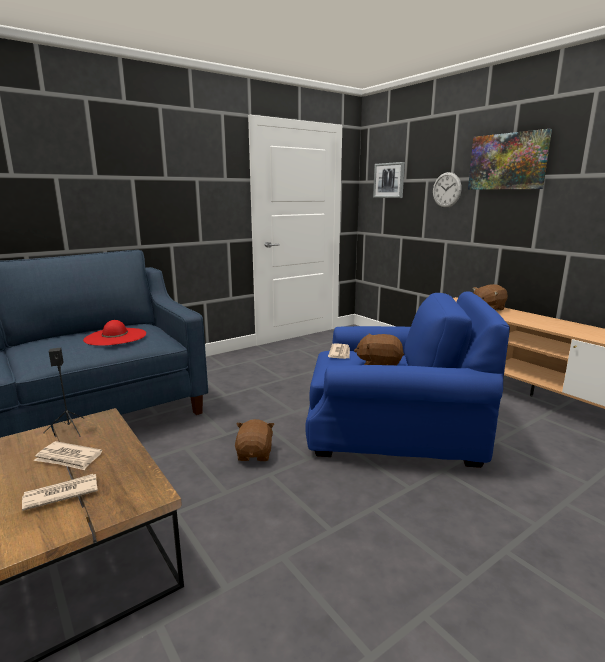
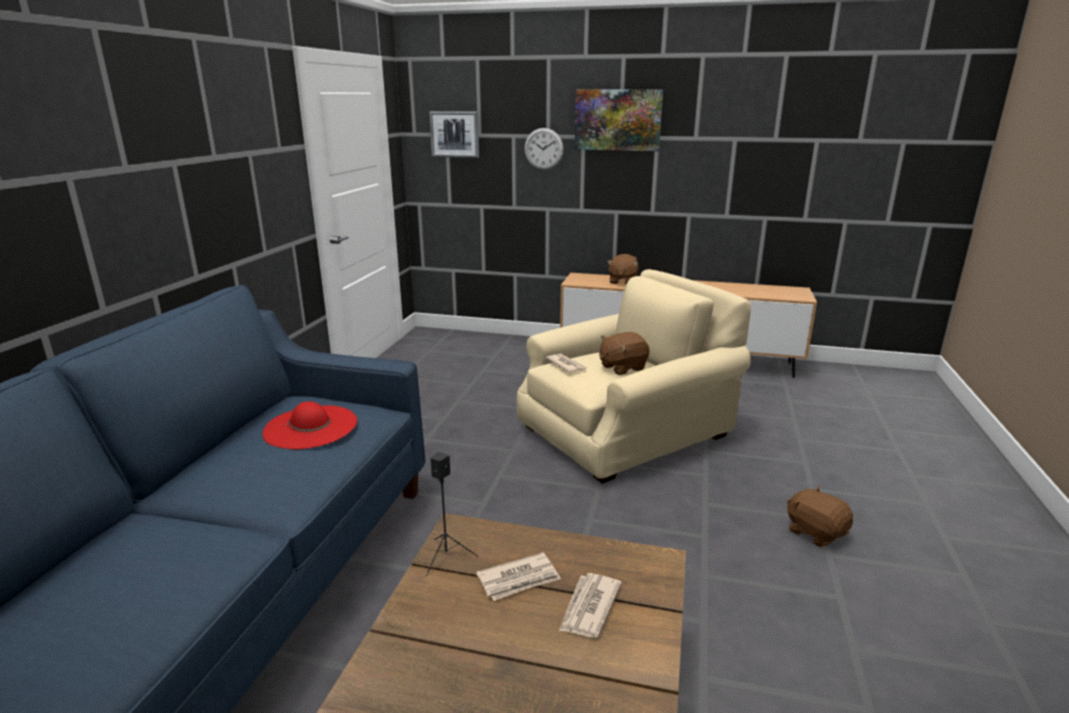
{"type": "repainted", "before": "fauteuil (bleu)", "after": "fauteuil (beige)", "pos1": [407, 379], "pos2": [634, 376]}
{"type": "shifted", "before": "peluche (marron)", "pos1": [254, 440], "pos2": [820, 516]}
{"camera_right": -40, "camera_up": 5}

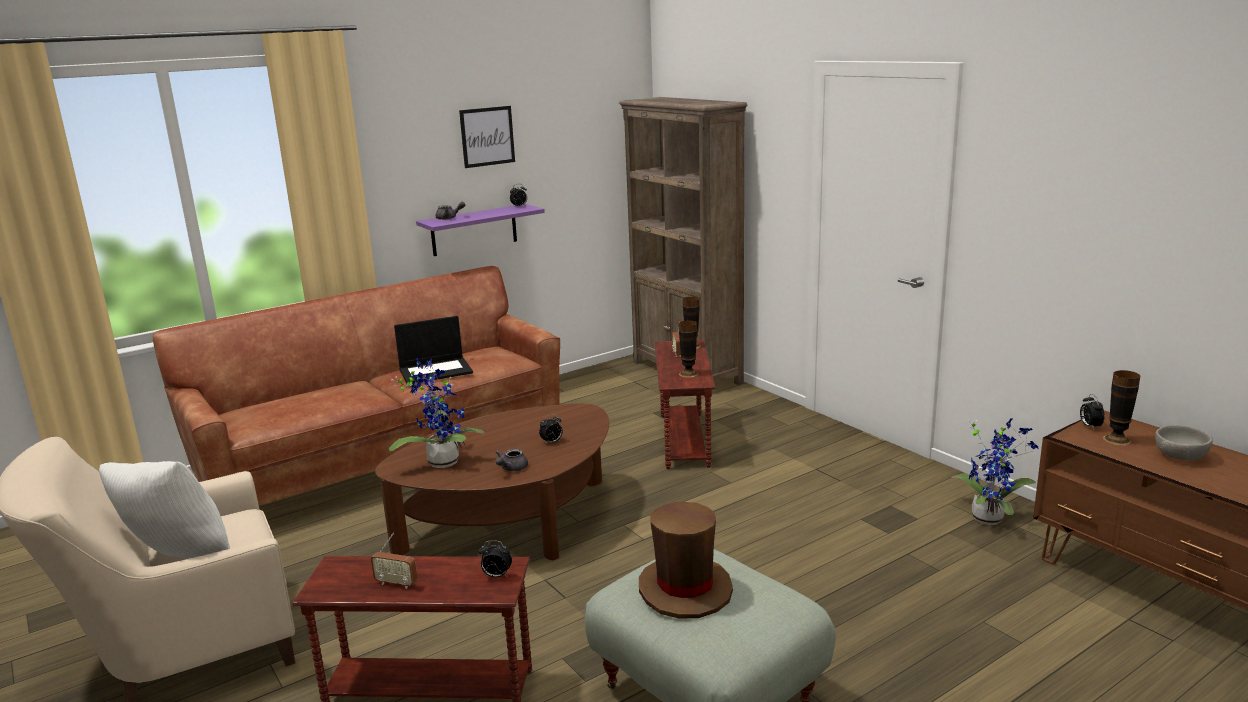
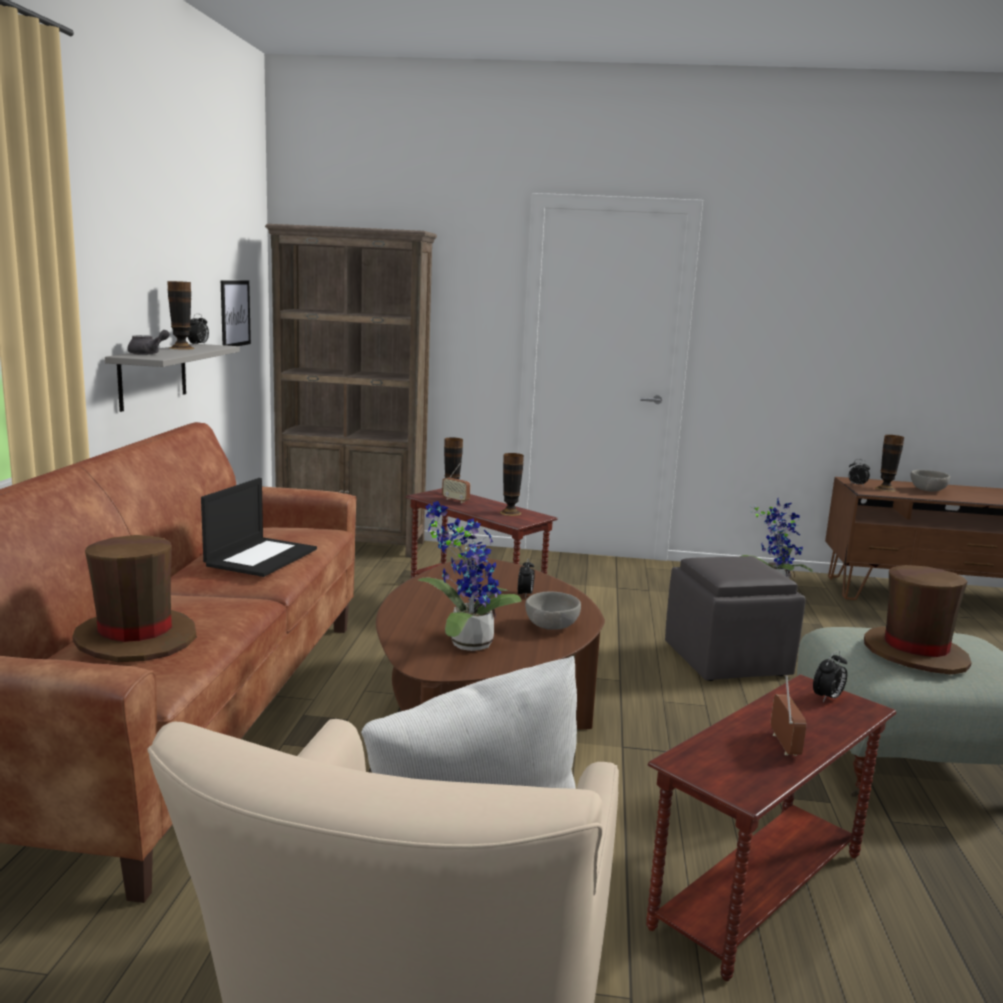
{"type": "shifted", "before": "tableau", "pos1": [487, 137], "pos2": [236, 313]}
{"type": "repainted", "before": "étagère (violet)", "after": "étagère (gris)", "pos1": [480, 230], "pos2": [172, 377]}
{"type": "swapped", "before": "théière (gris)", "after": "bol (gris)", "pos1": [511, 460], "pos2": [553, 611]}
{"type": "rotated", "before": "radio", "pos1": [394, 561], "pos2": [788, 715], "turn": -60}
{"type": "new", "after": "vase", "pos2": [181, 315]}
{"type": "new", "after": "chapeau (marron)", "pos2": [134, 598]}
{"type": "new", "after": "pouf (gris)", "pos2": [735, 618]}
{"camera_right": -50, "camera_up": -5}

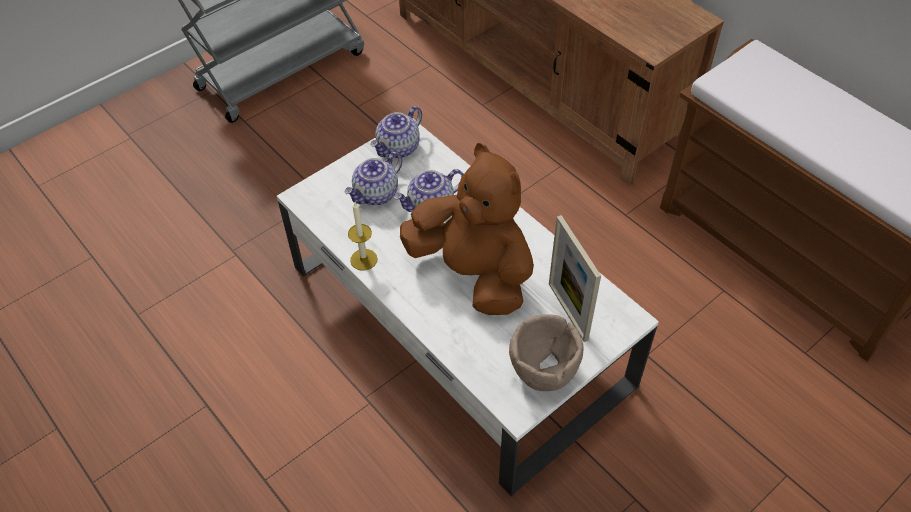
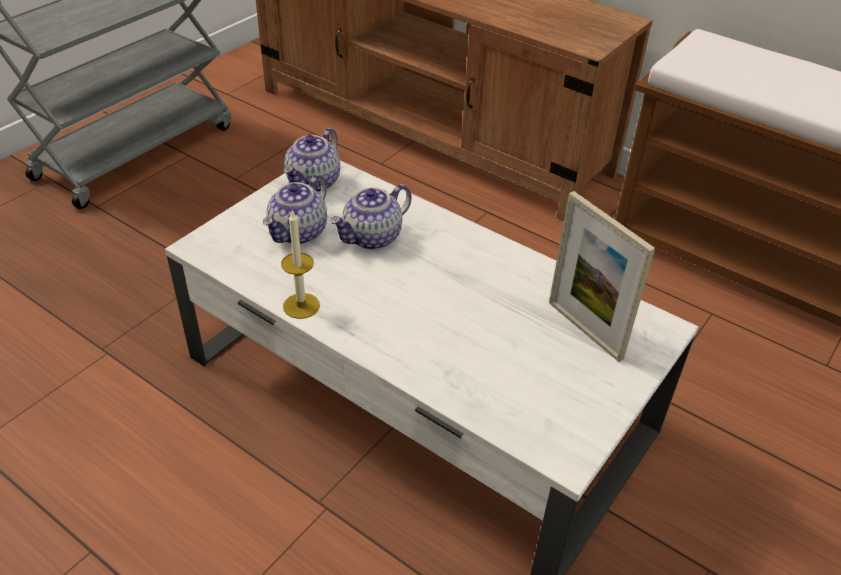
{"type": "gone", "before": "peluche (marron)", "pos1": [467, 229]}
{"type": "gone", "before": "bol (marron)", "pos1": [546, 352]}
{"camera_right": -15, "camera_up": -10}

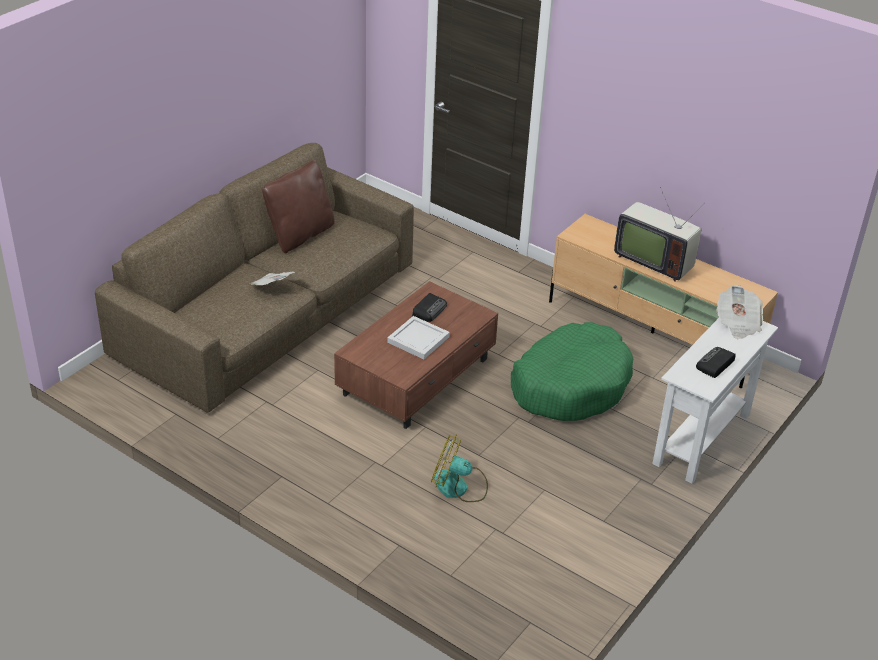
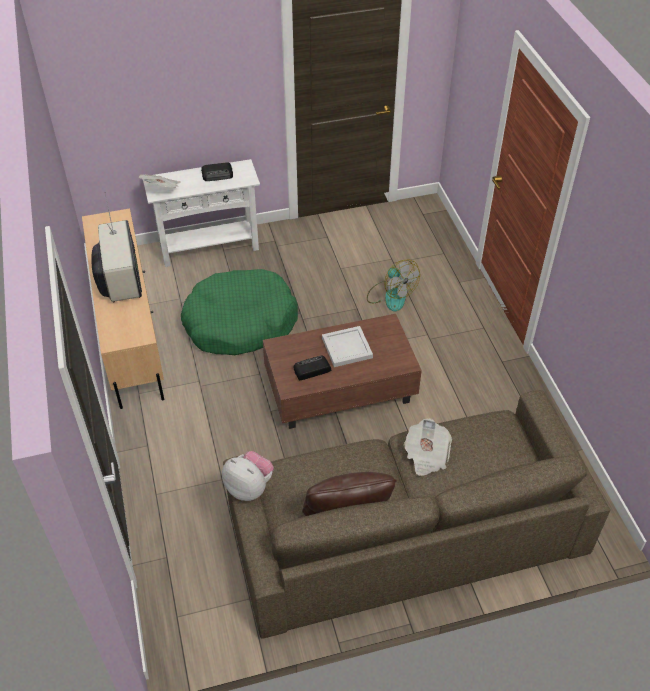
{"type": "new", "after": "peluche", "pos2": [248, 476]}
{"camera_right": -140, "camera_up": 10}

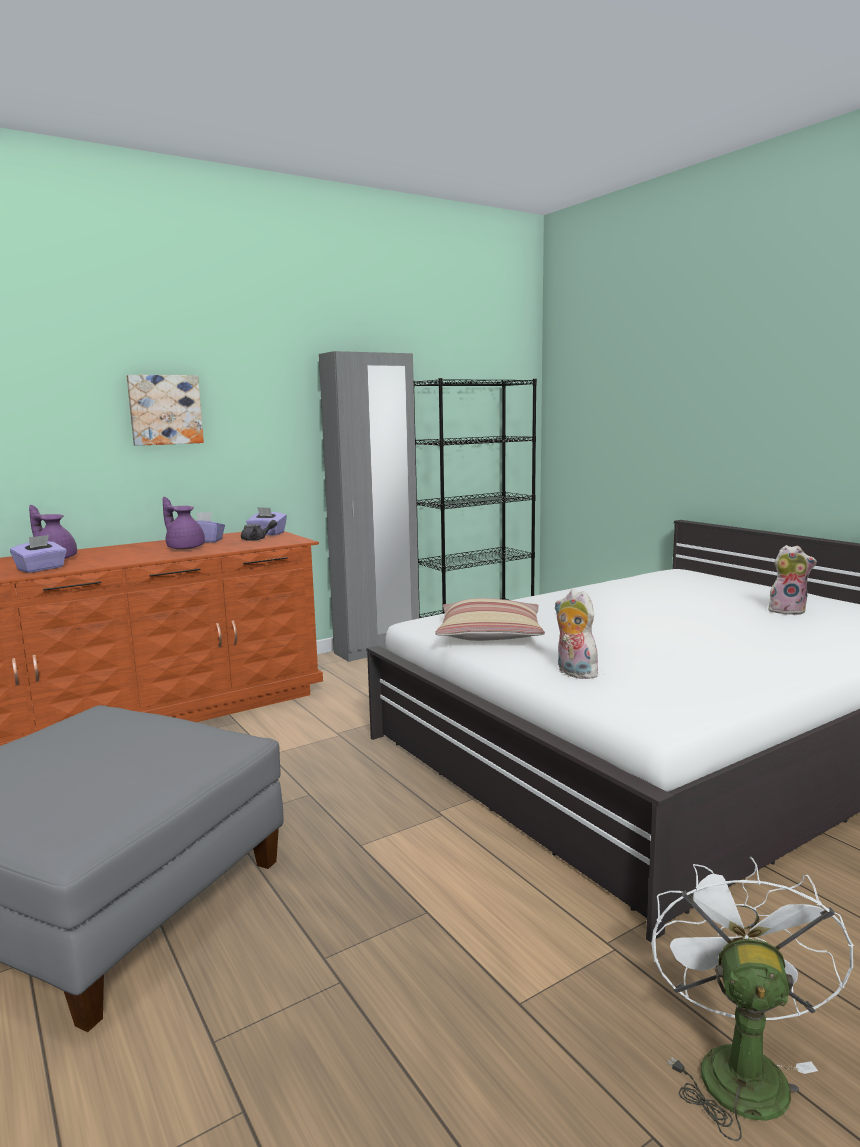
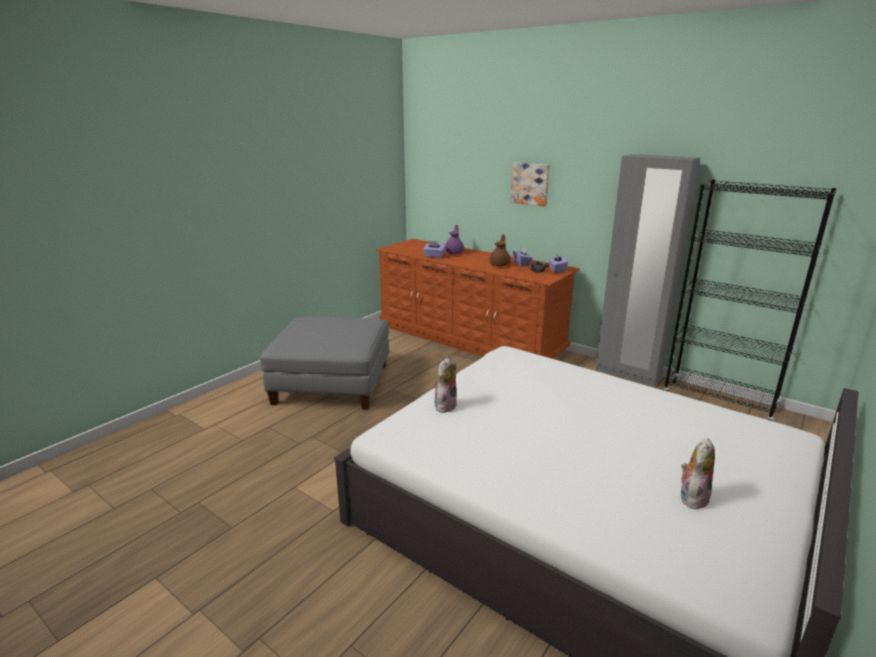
{"type": "repainted", "before": "théière (violet)", "after": "théière (marron)", "pos1": [184, 523], "pos2": [500, 250]}
{"type": "rotated", "before": "peluche", "pos1": [792, 580], "pos2": [698, 473], "turn": -135}
{"type": "gone", "before": "coussin", "pos1": [490, 619]}
{"type": "gone", "before": "ventilateur (blanc)", "pos1": [752, 998]}
{"camera_right": 70, "camera_up": 10}

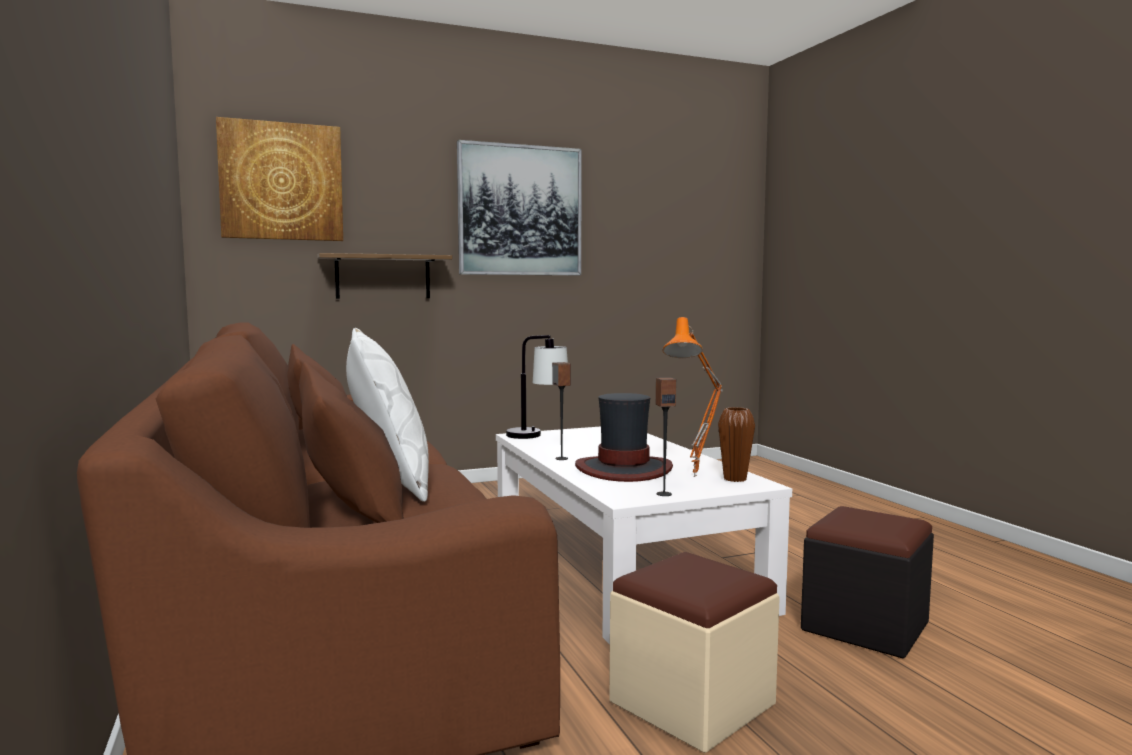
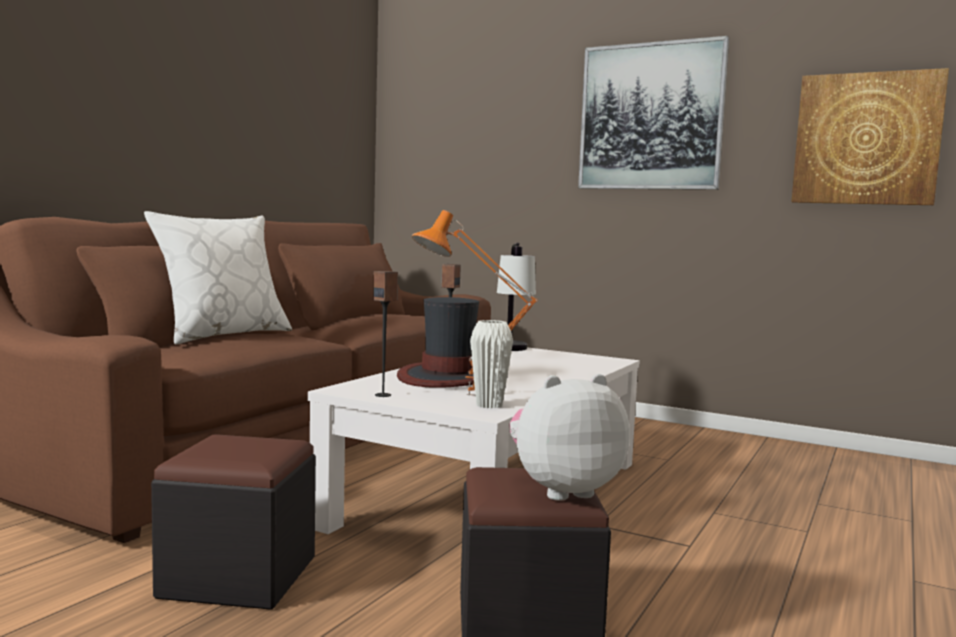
{"type": "shifted", "before": "tableau", "pos1": [279, 179], "pos2": [870, 136]}
{"type": "gone", "before": "étagère", "pos1": [384, 276]}
{"type": "repainted", "before": "vase (marron)", "after": "vase (blanc)", "pos1": [736, 444], "pos2": [491, 364]}
{"type": "repainted", "before": "pouf (beige)", "after": "pouf (noir)", "pos1": [694, 652], "pos2": [233, 522]}
{"type": "new", "after": "peluche", "pos2": [569, 437]}
{"camera_right": 50, "camera_up": 0}

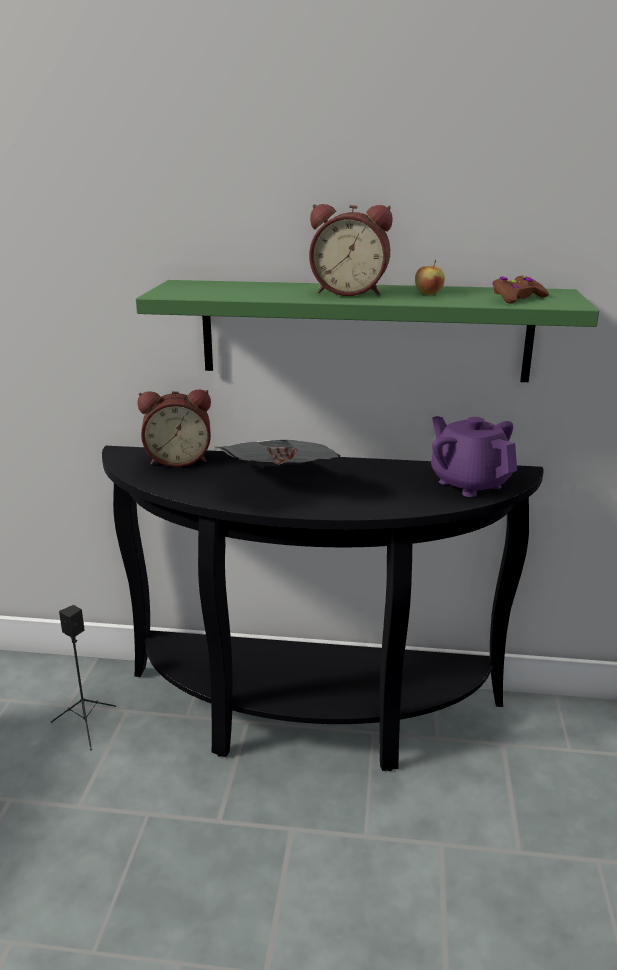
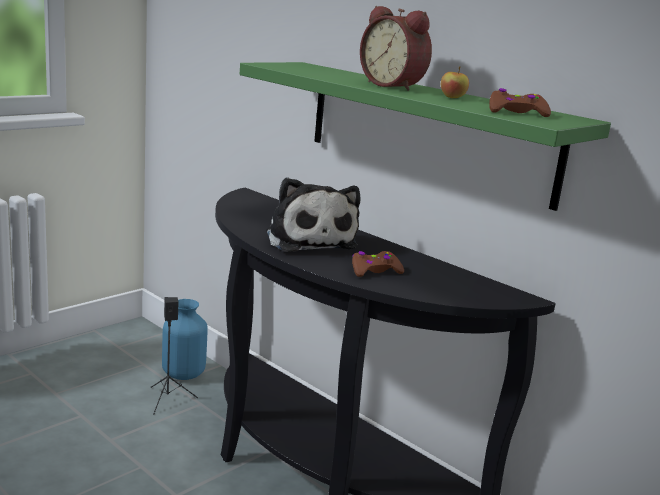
{"type": "gone", "before": "réveil", "pos1": [174, 428]}
{"type": "gone", "before": "théière (violet)", "pos1": [474, 456]}
{"type": "swapped", "before": "journal", "after": "peluche", "pos1": [278, 452], "pos2": [313, 214]}
{"type": "new", "after": "manette (marron)", "pos2": [378, 264]}
{"type": "new", "after": "vase (bleu)", "pos2": [185, 339]}
{"camera_right": 35, "camera_up": -5}

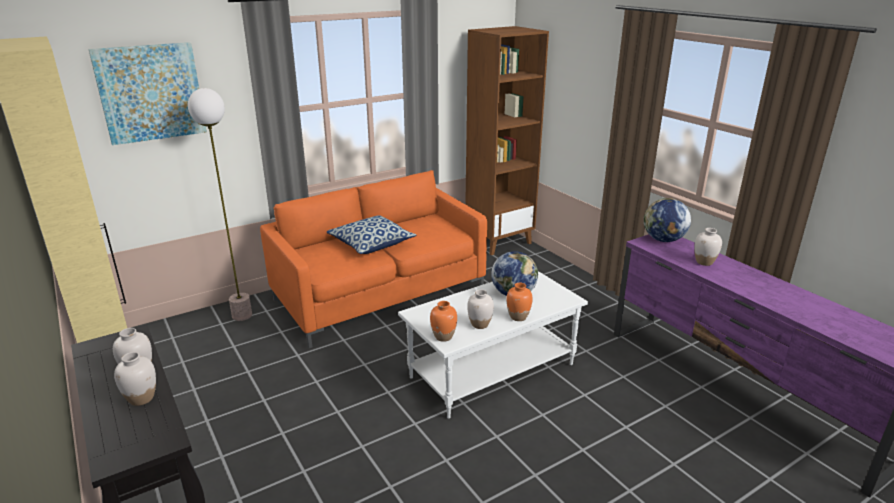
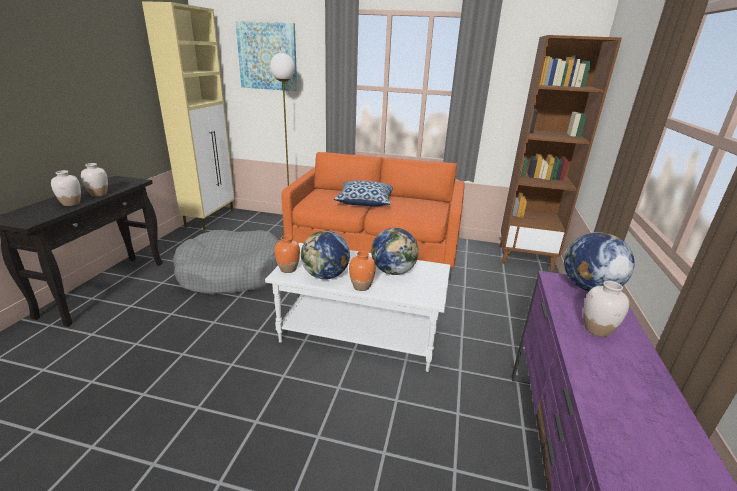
{"type": "swapped", "before": "vase (blanc)", "after": "globe", "pos1": [480, 309], "pos2": [325, 255]}
{"type": "new", "after": "panier pour chien (gris)", "pos2": [225, 262]}
{"camera_right": 45, "camera_up": 0}

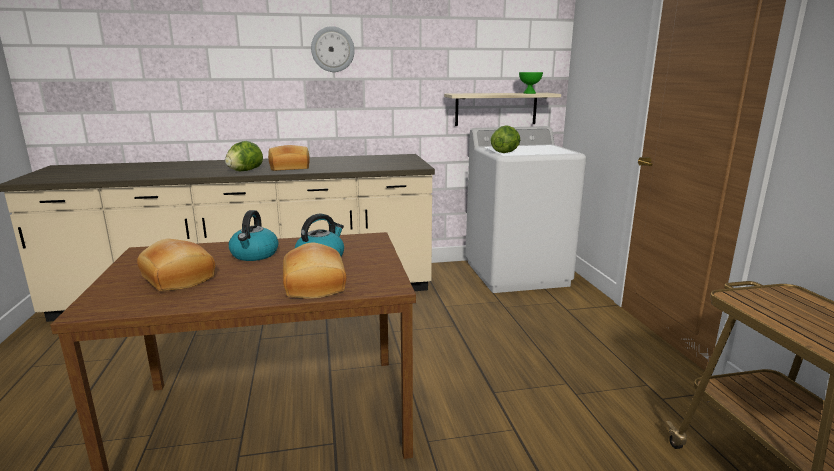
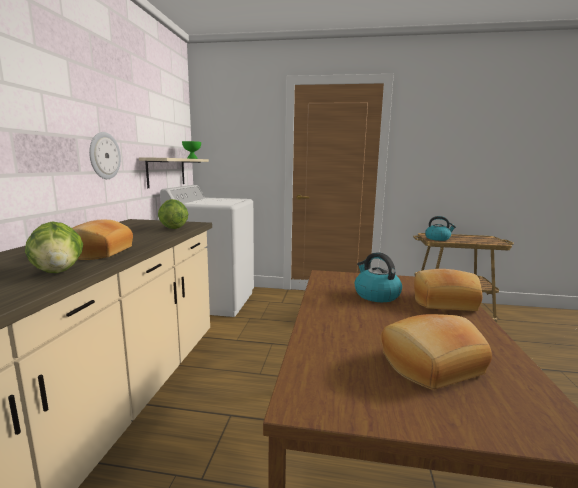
{"type": "shifted", "before": "horloge murale", "pos1": [333, 49], "pos2": [105, 155]}
{"type": "shifted", "before": "laitue", "pos1": [505, 139], "pos2": [173, 214]}
{"type": "shifted", "before": "bouilloire", "pos1": [253, 235], "pos2": [440, 228]}
{"camera_right": -70, "camera_up": -5}

